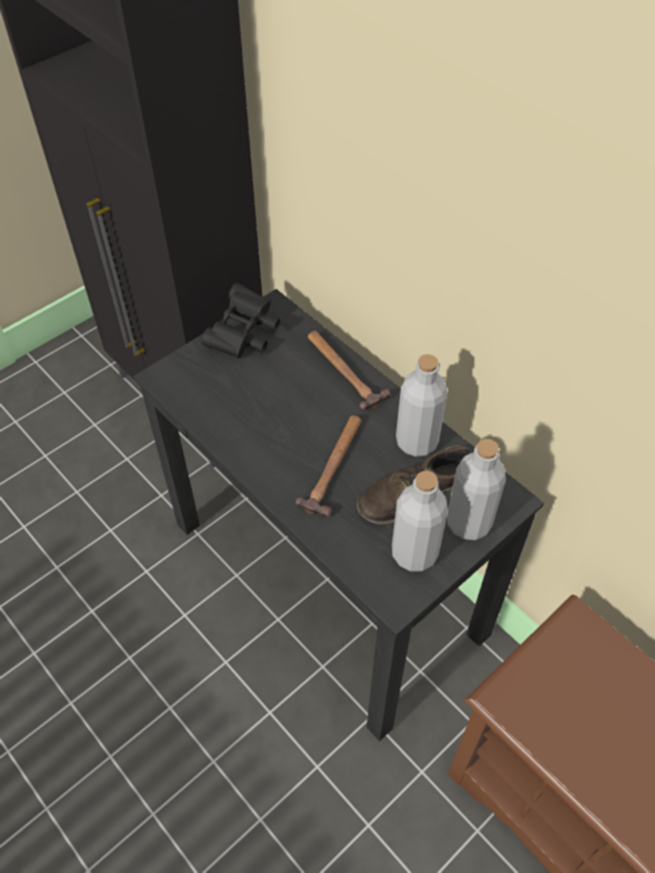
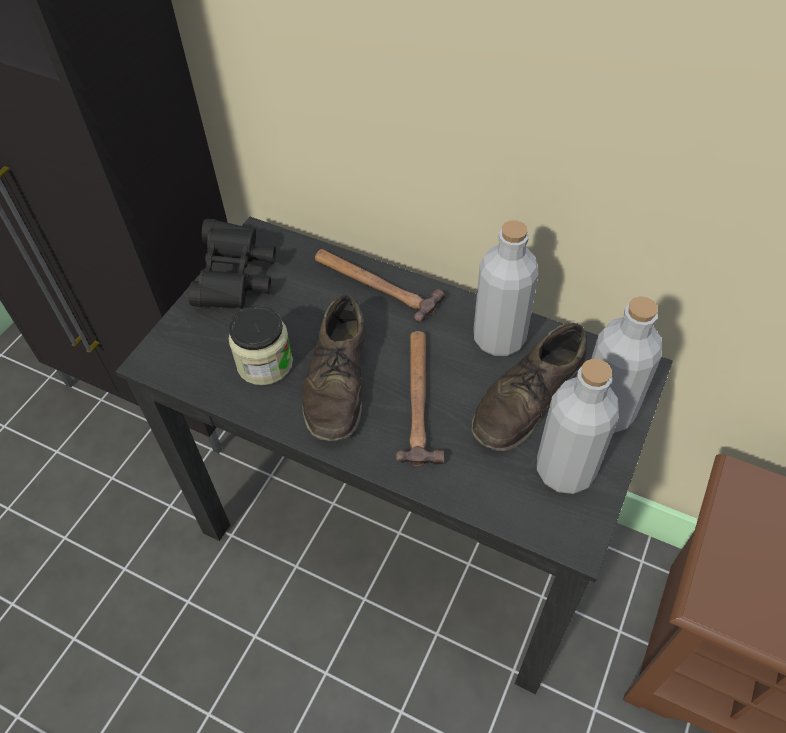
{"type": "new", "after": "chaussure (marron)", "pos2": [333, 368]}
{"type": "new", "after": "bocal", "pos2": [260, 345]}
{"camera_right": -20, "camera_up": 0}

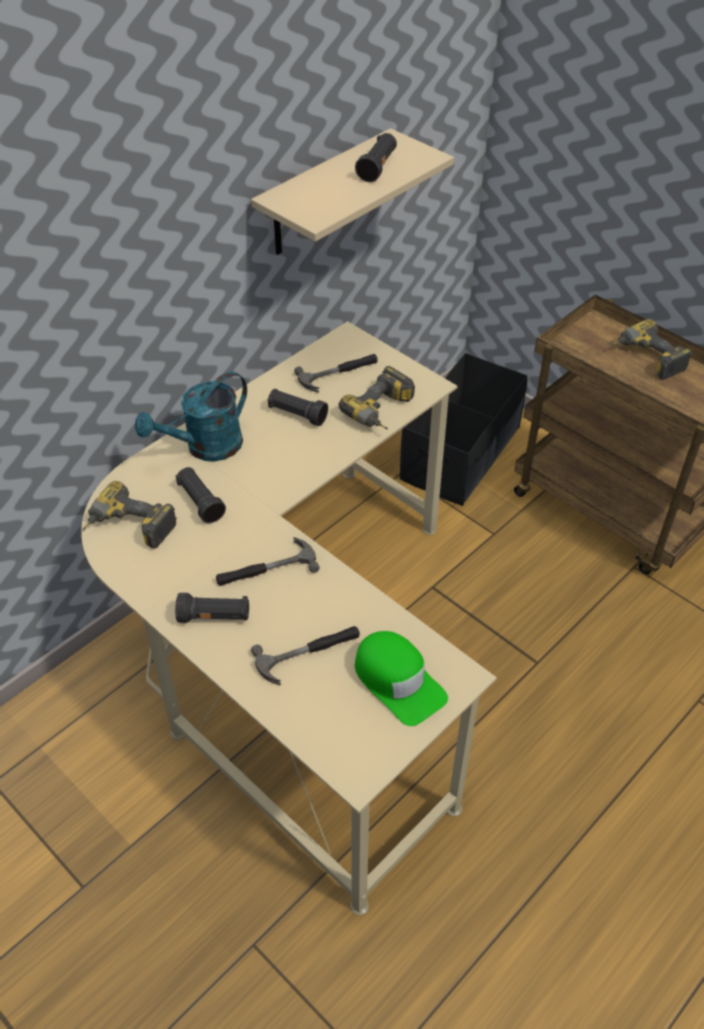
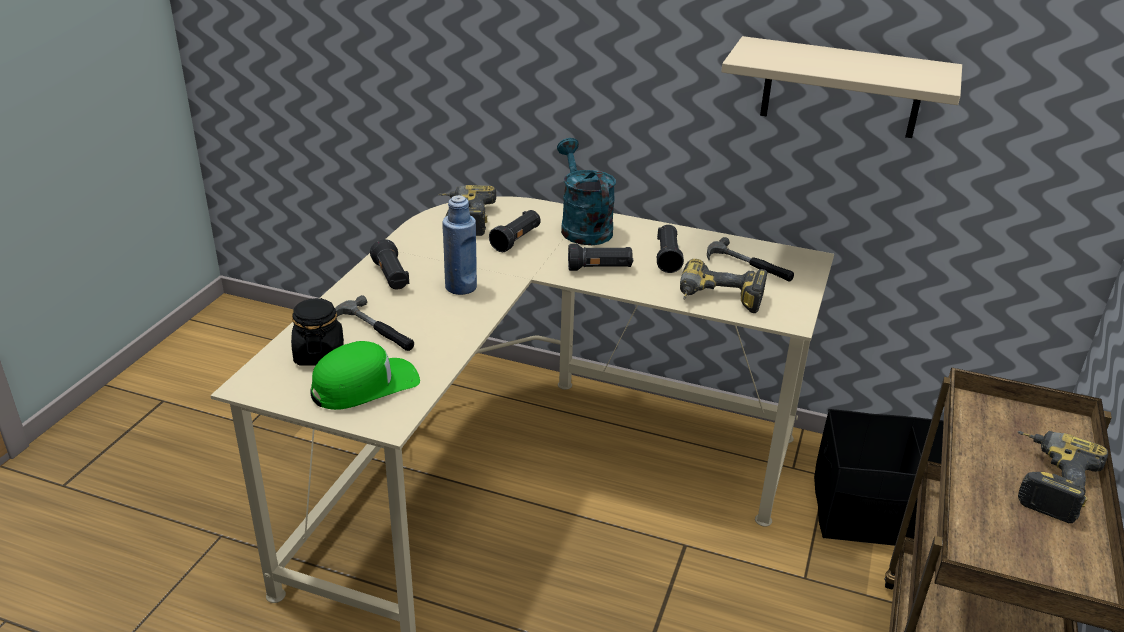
{"type": "shifted", "before": "lampe de poche (noir)", "pos1": [376, 157], "pos2": [600, 257]}
{"type": "rotated", "before": "arrosoir (turquoise)", "pos1": [191, 416], "pos2": [586, 191], "turn": 45}
{"type": "swapped", "before": "marteau", "after": "bouteille (bleu)", "pos1": [268, 561], "pos2": [459, 245]}
{"type": "rotated", "before": "casquette (vert)", "pos1": [401, 678], "pos2": [365, 375], "turn": -150}
{"type": "new", "after": "bocal (noir)", "pos2": [317, 332]}
{"camera_right": 65, "camera_up": -15}

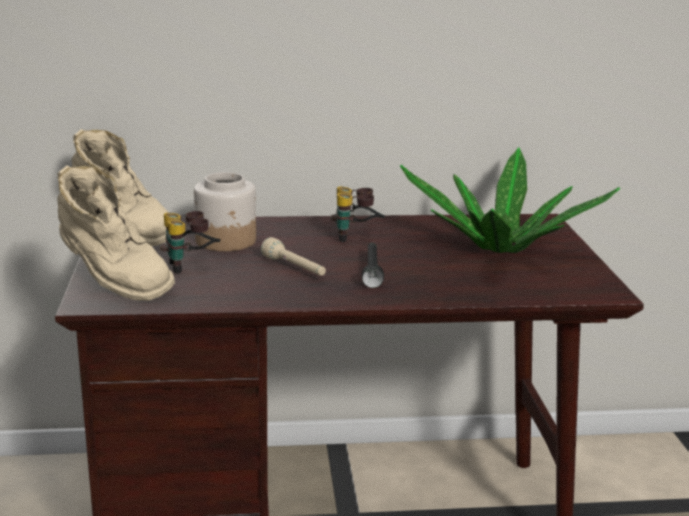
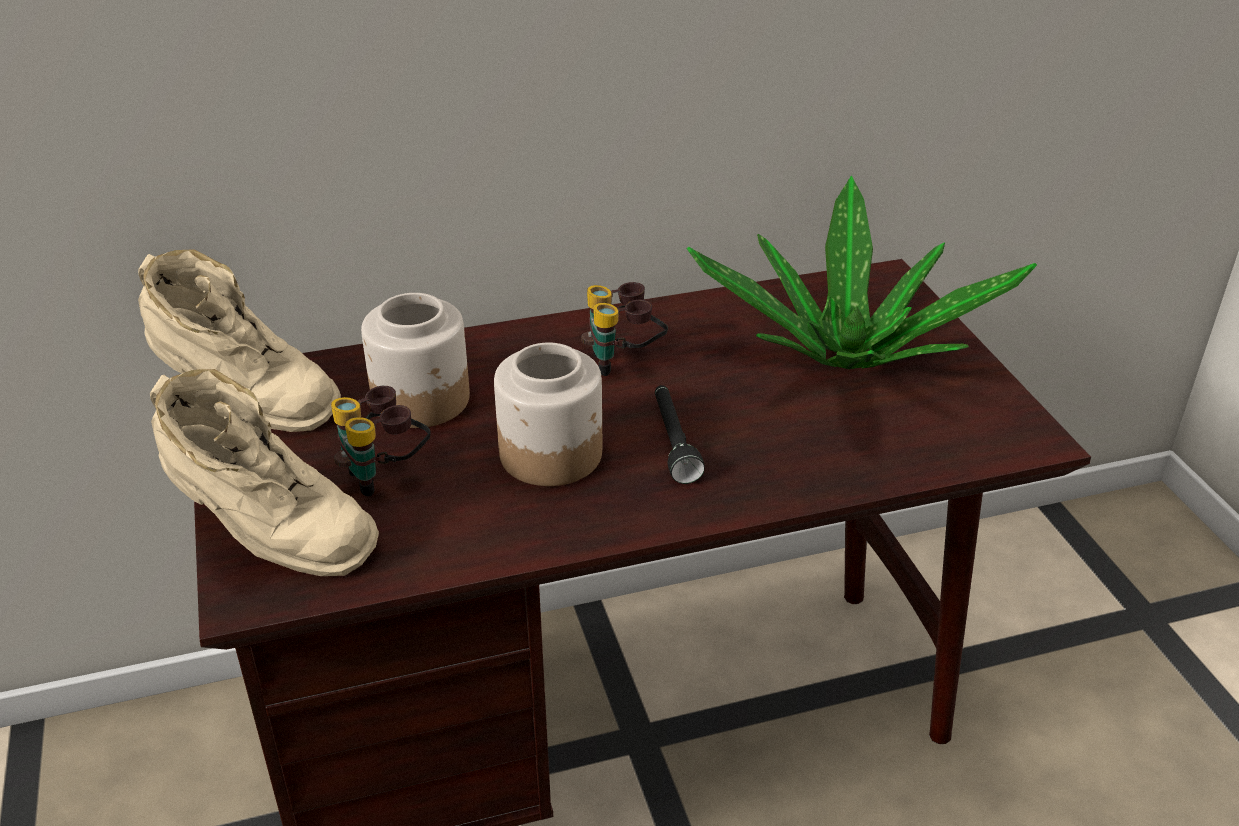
{"type": "swapped", "before": "lampe de poche (beige)", "after": "bocal", "pos1": [293, 256], "pos2": [548, 414]}
{"camera_right": -10, "camera_up": 15}

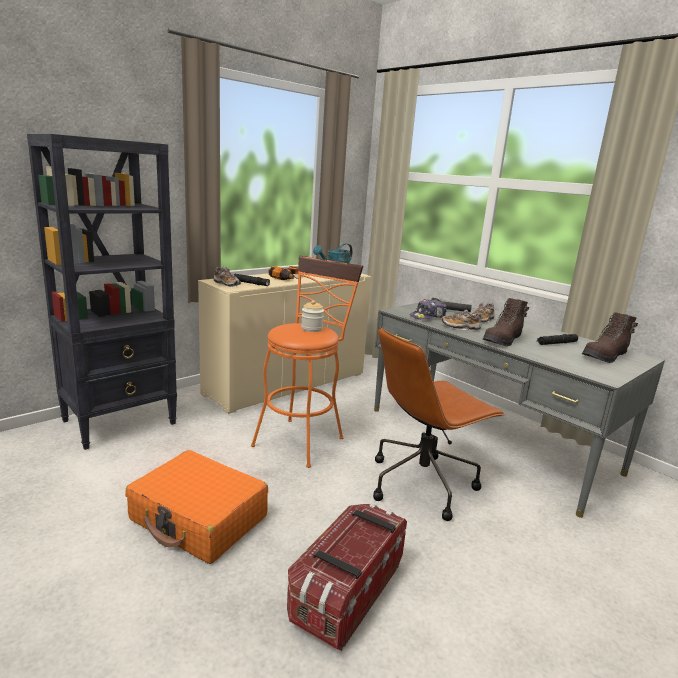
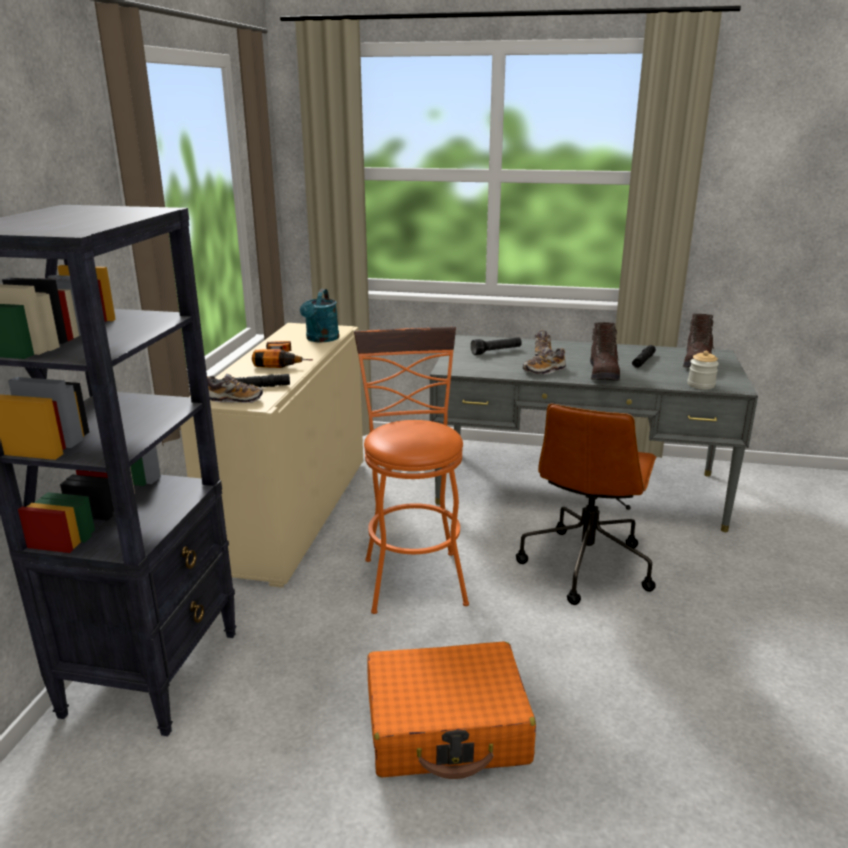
{"type": "gone", "before": "casquette", "pos1": [428, 309]}
{"type": "shifted", "before": "bocal", "pos1": [312, 316], "pos2": [703, 370]}
{"type": "gone", "before": "boîte de rangement", "pos1": [347, 577]}
{"camera_right": -35, "camera_up": 5}

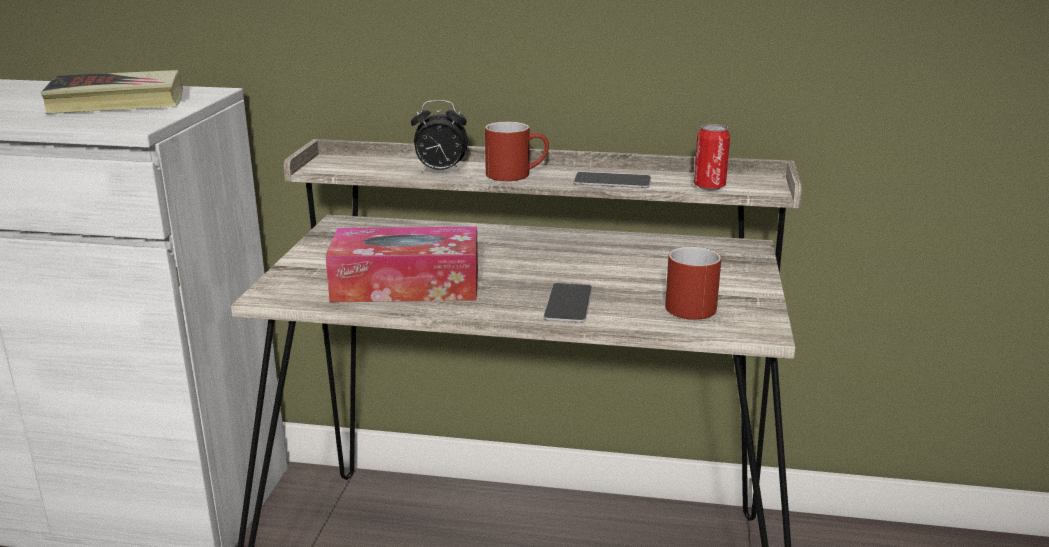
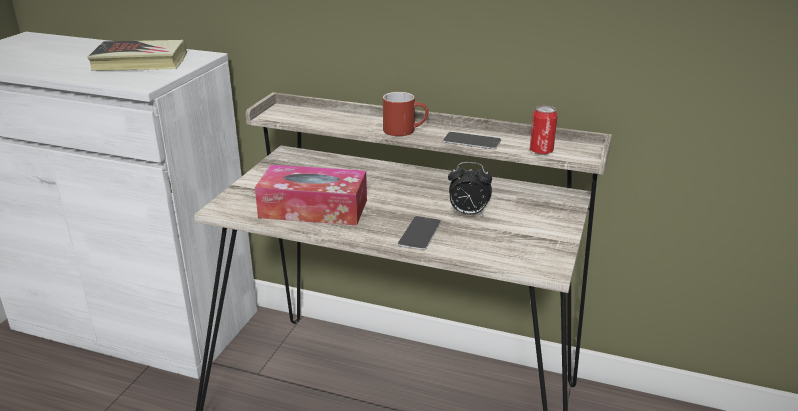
{"type": "shifted", "before": "réveil", "pos1": [439, 136], "pos2": [470, 189]}
{"type": "gone", "before": "mug (rouge)", "pos1": [693, 283]}
{"camera_right": 10, "camera_up": 5}

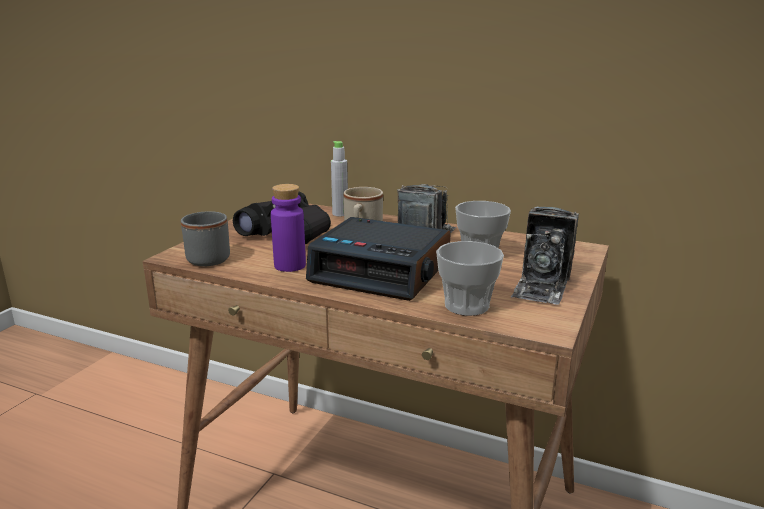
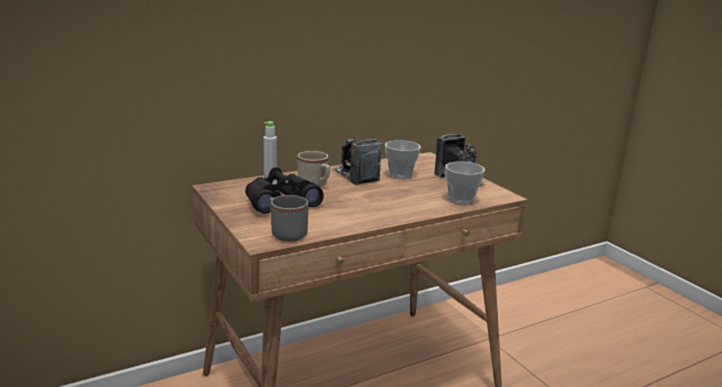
{"type": "gone", "before": "bouteille (violet)", "pos1": [288, 228]}
{"type": "gone", "before": "réveil", "pos1": [378, 259]}
{"camera_right": -55, "camera_up": 0}

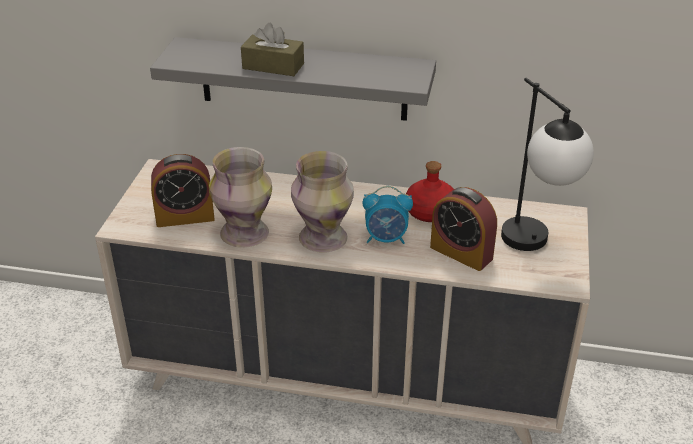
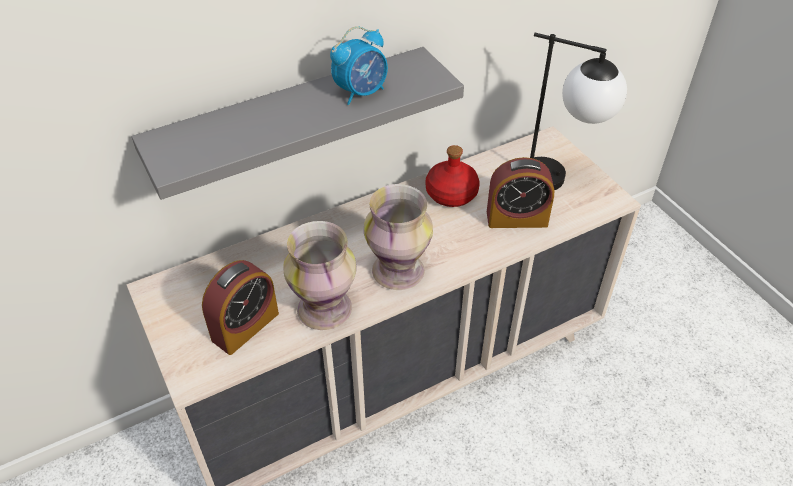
{"type": "gone", "before": "boîte à mouchoirs (marron)", "pos1": [272, 49]}
{"type": "shifted", "before": "réveil", "pos1": [388, 215], "pos2": [359, 65]}
{"camera_right": -40, "camera_up": 10}

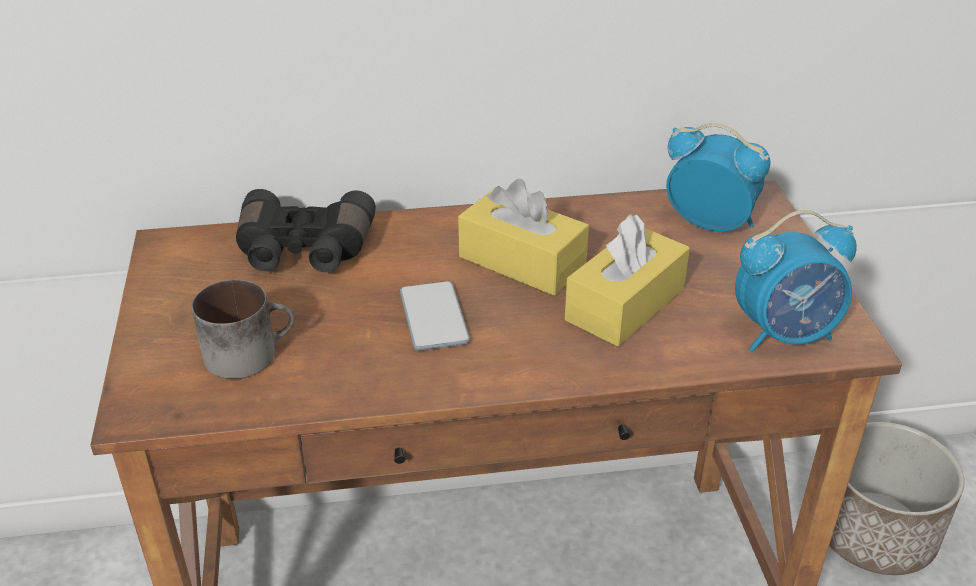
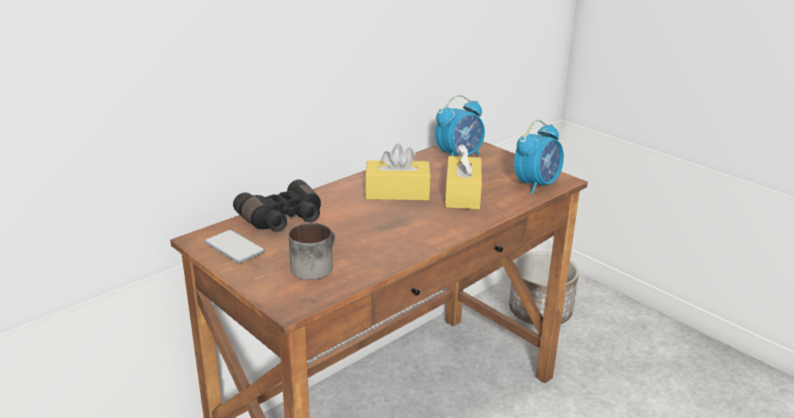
{"type": "rotated", "before": "réveil", "pos1": [718, 177], "pos2": [460, 125], "turn": 150}
{"type": "shifted", "before": "téléphone", "pos1": [435, 316], "pos2": [235, 246]}
{"camera_right": -35, "camera_up": -10}

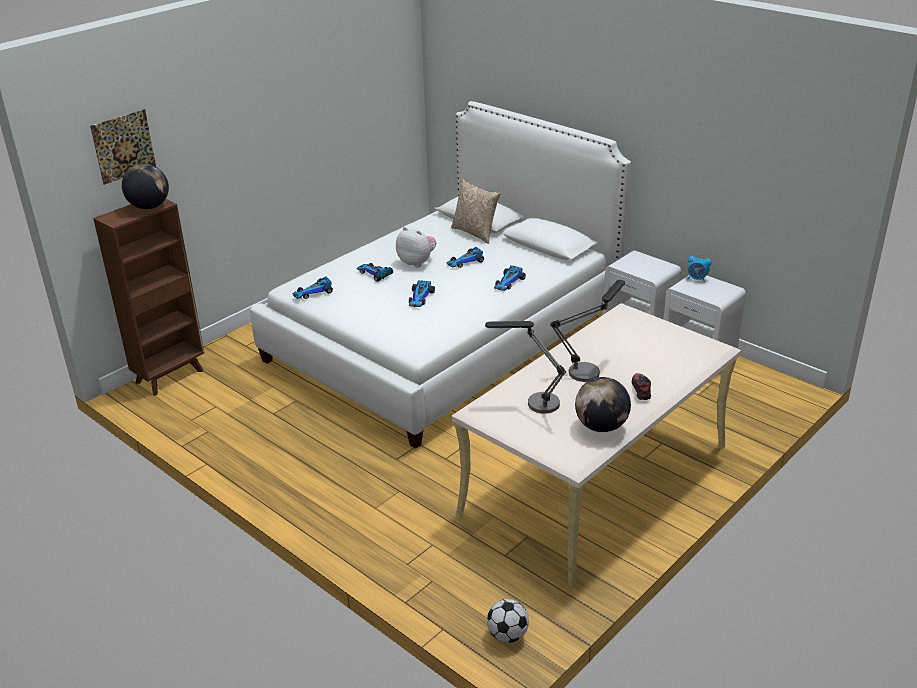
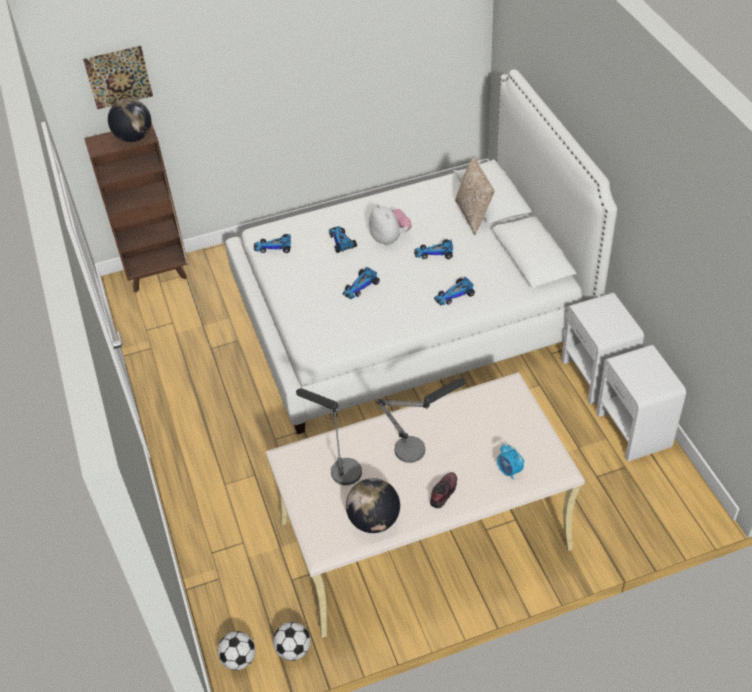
{"type": "shifted", "before": "réveil", "pos1": [700, 268], "pos2": [510, 462]}
{"type": "new", "after": "ballon de foot", "pos2": [292, 641]}
{"camera_right": 30, "camera_up": 15}

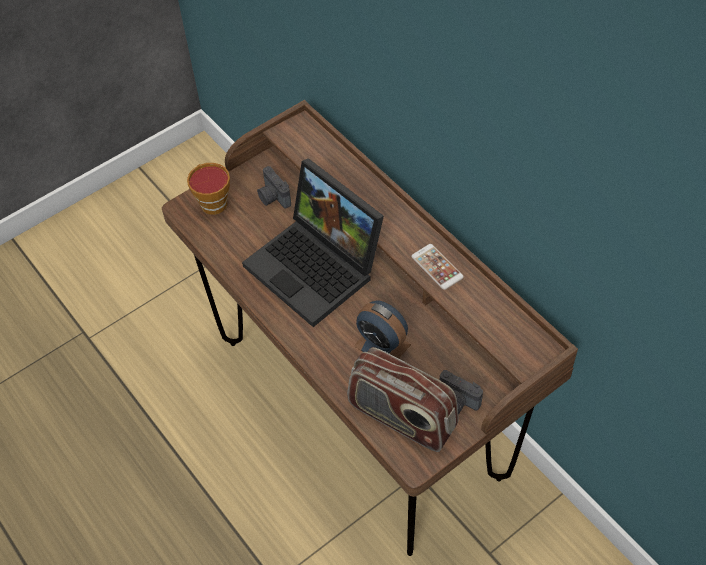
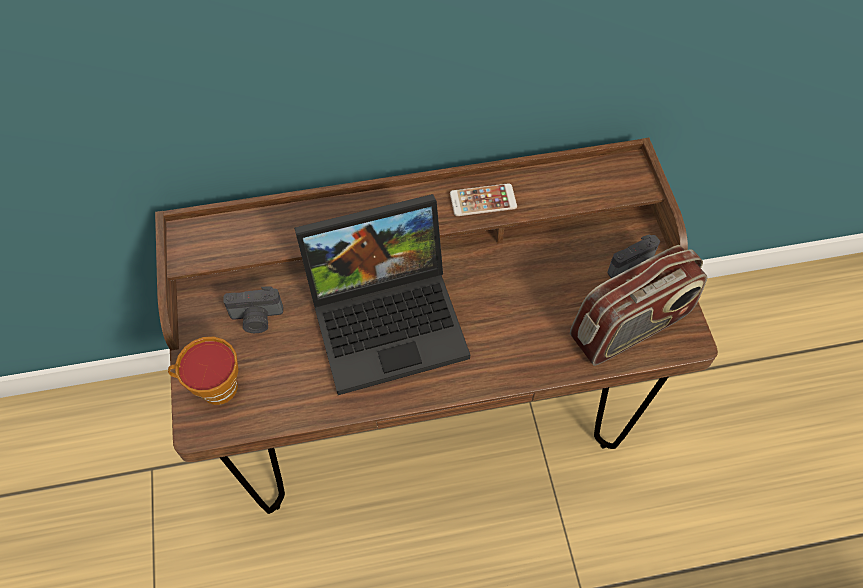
{"type": "gone", "before": "réveil", "pos1": [382, 329]}
{"camera_right": -65, "camera_up": 5}

